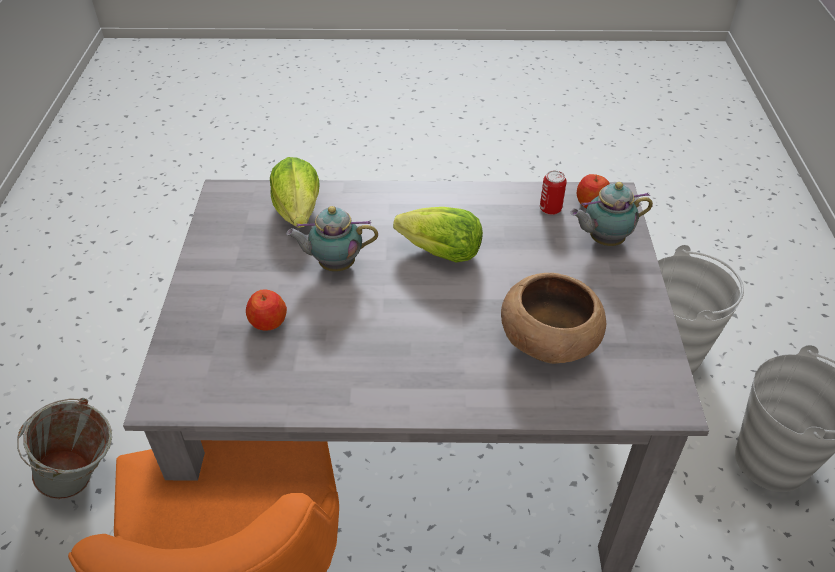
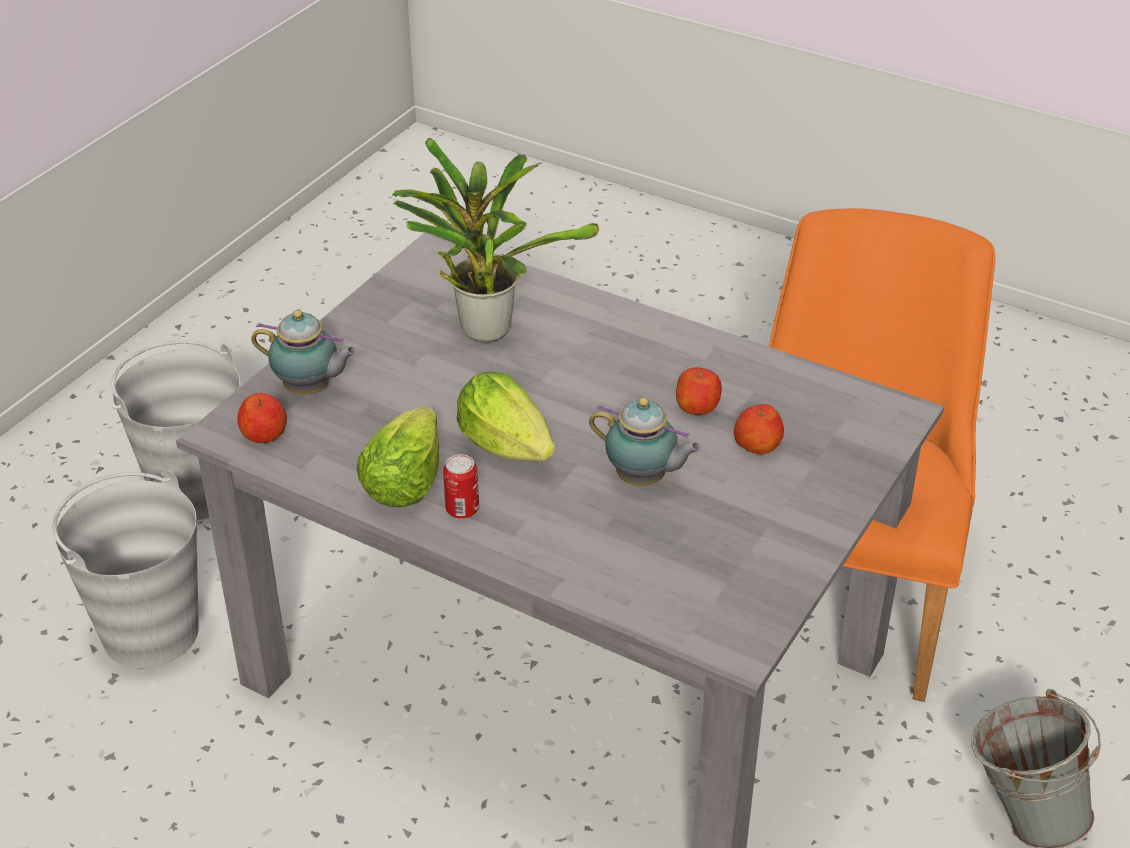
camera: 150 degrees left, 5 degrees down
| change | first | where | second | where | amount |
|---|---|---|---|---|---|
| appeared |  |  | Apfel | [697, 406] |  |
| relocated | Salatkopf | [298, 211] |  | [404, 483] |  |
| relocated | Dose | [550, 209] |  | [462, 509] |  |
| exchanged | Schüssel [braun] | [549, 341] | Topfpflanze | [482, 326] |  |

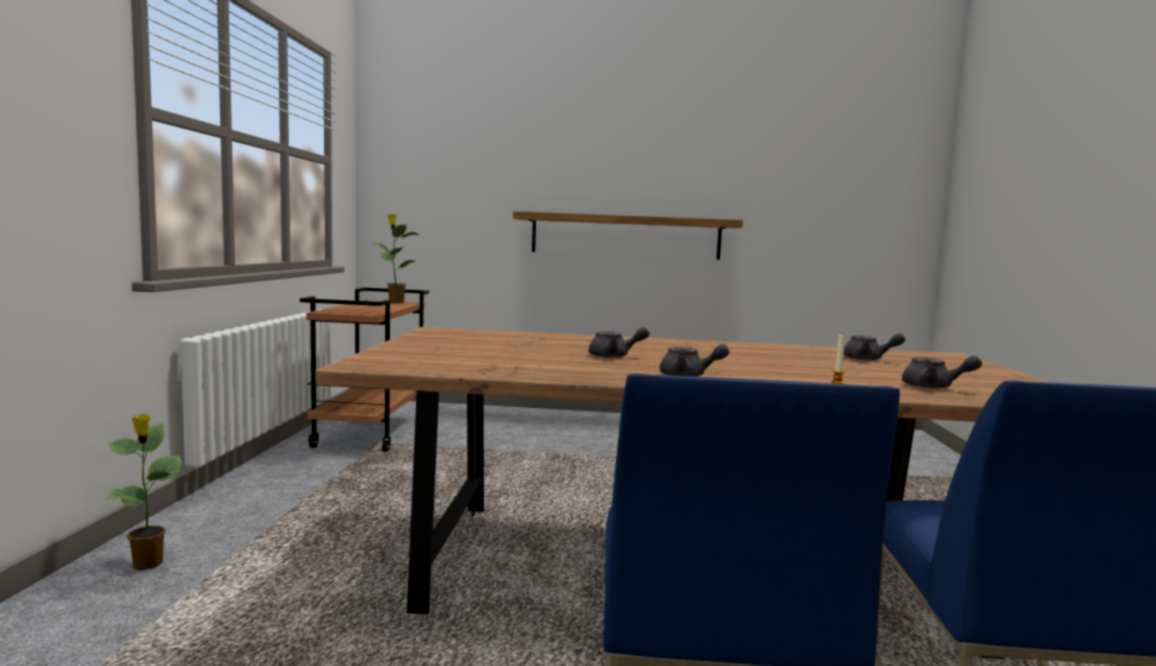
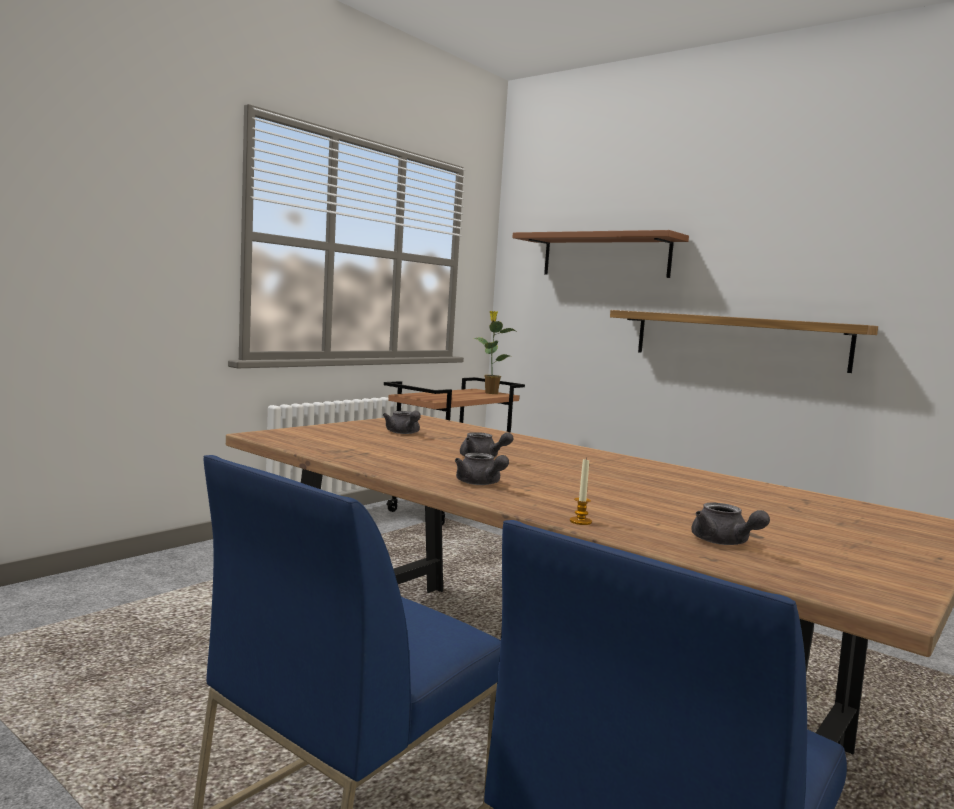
camera: 35 degrees right, 0 degrees up
| change | first | where | second | where | amount |
|---|---|---|---|---|---|
| missing | Topfpflanze | [148, 565] |  |  |  |
| appeared |  |  | Wandregal [braun] | [605, 256] |  |
| relocated | Teekanne [grau] | [868, 359] |  | [404, 433] |  |

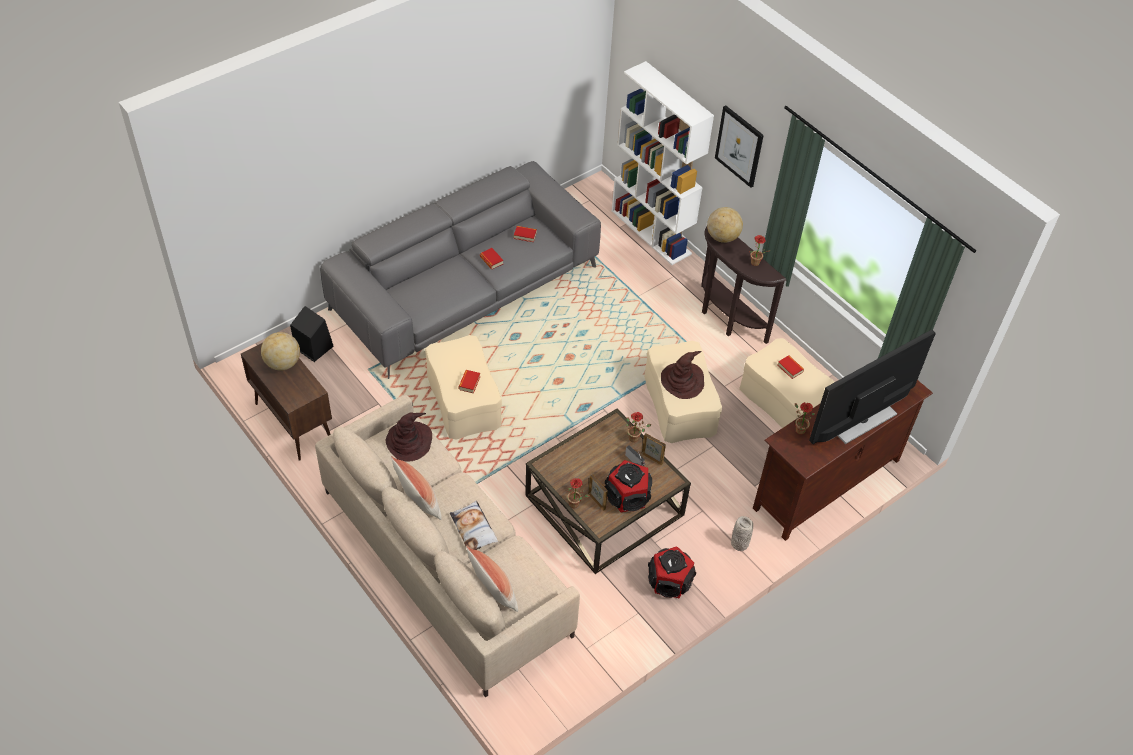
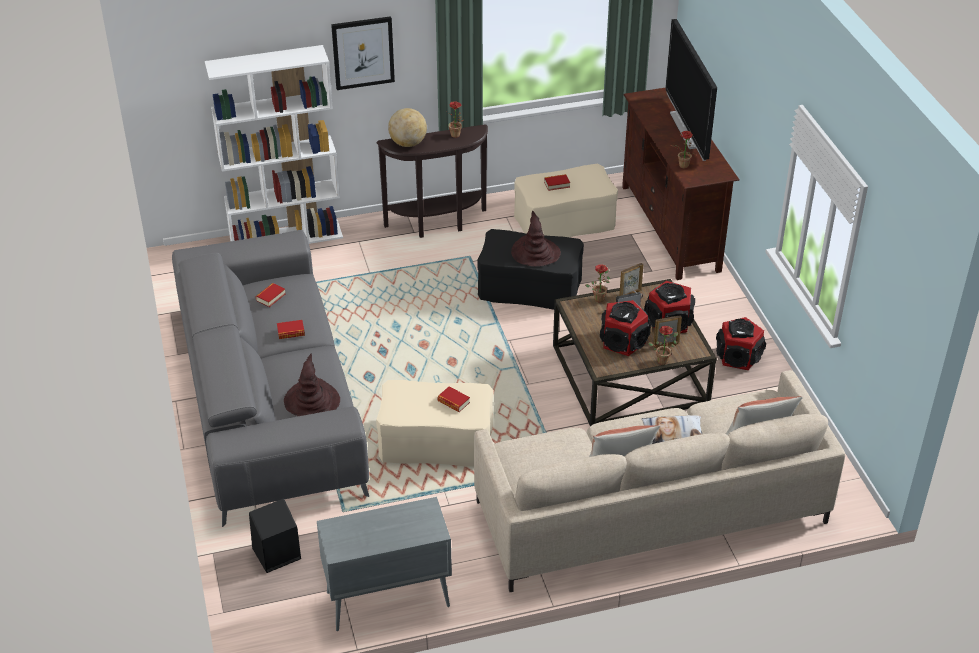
camera: 65 degrees left, 10 degrees down
| change | first | where | second | where | amount |
|---|---|---|---|---|---|
| missing | Globus | [282, 363] |  |  |  |
| missing | Vase [grau] | [739, 544] |  |  |  |
| appeared |  |  | Lautsprecher | [623, 341] |  |
| relocated | Hut [braun] | [409, 441] |  | [312, 400] |  |
| colour | Schrank [braun] | [293, 422] | Schrank [grau] | [386, 600] |  |
| colour | Polsterhocker [beige] | [680, 404] | Polsterhocker [schwarz] | [530, 287] |  |

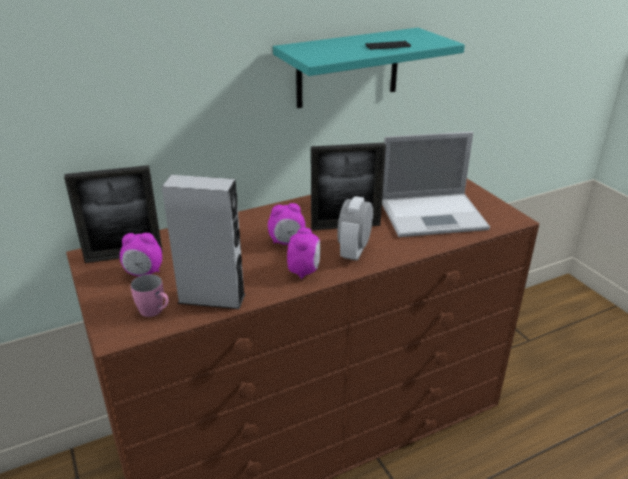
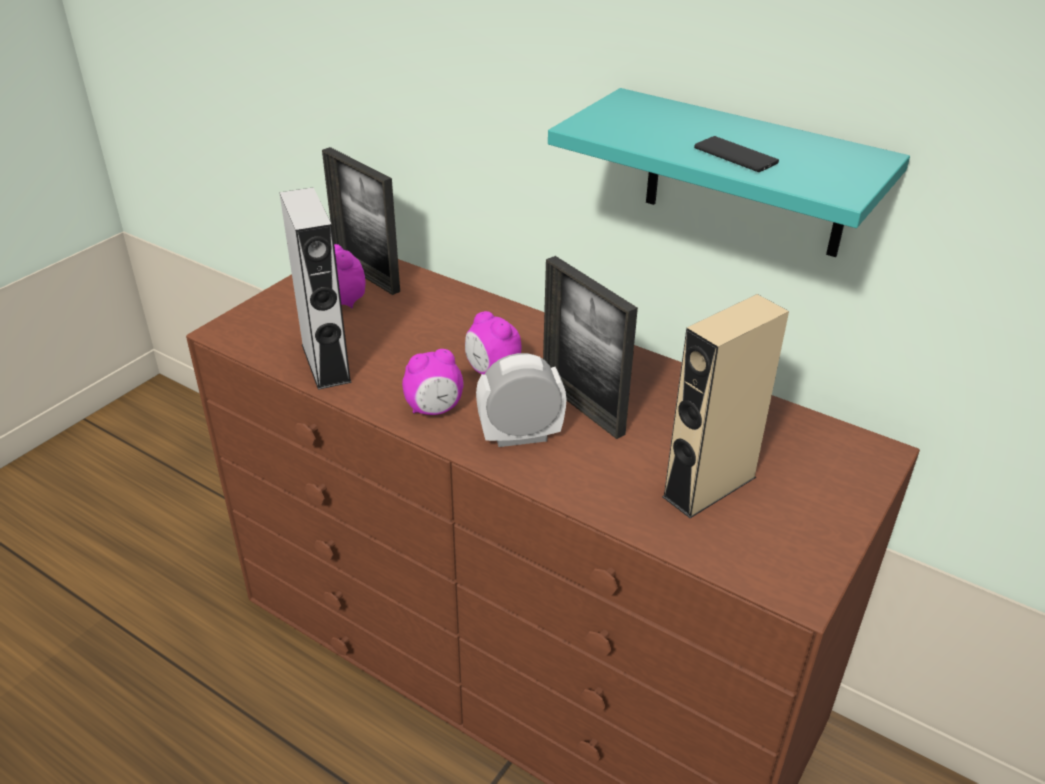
camera: 60 degrees right, 5 degrees up
| change | first | where | second | where | amount |
|---|---|---|---|---|---|
| missing | Henkelbecher [rosa] | [155, 311] |  |  |  |
| exchanged | Laptop | [434, 215] | Lautsprecher [beige] | [709, 487] |  |

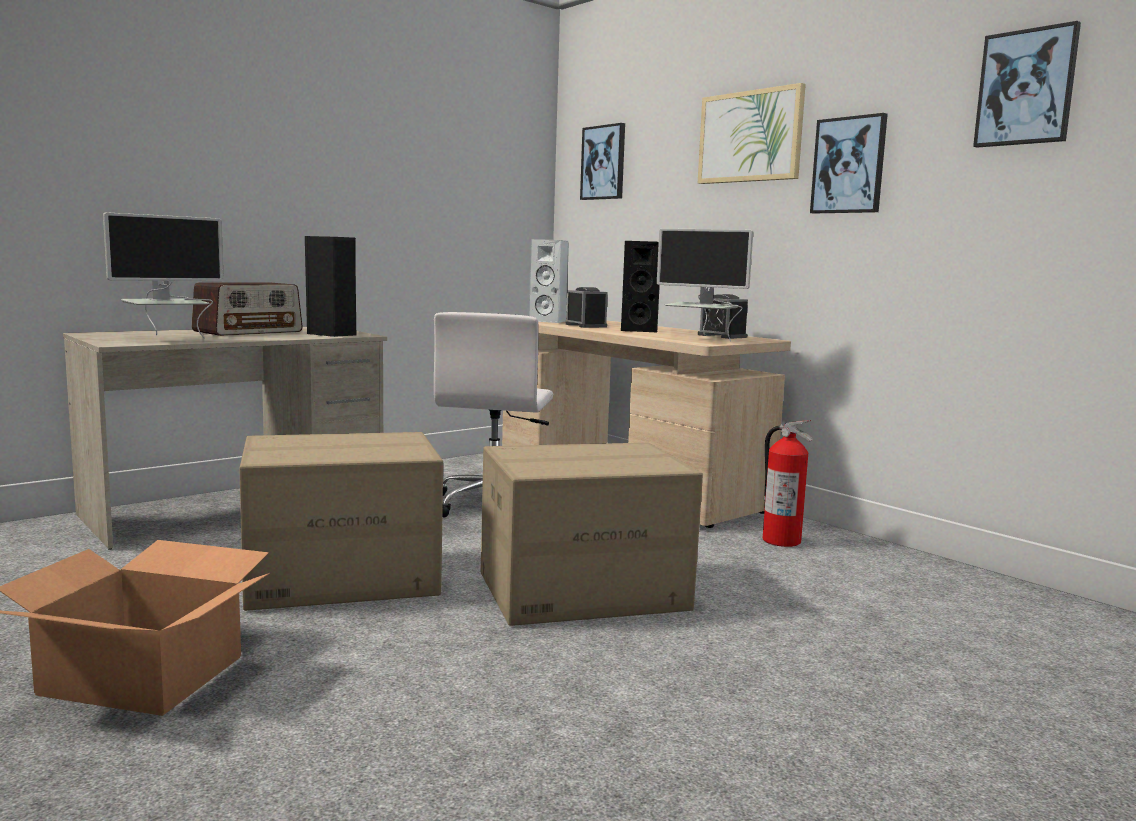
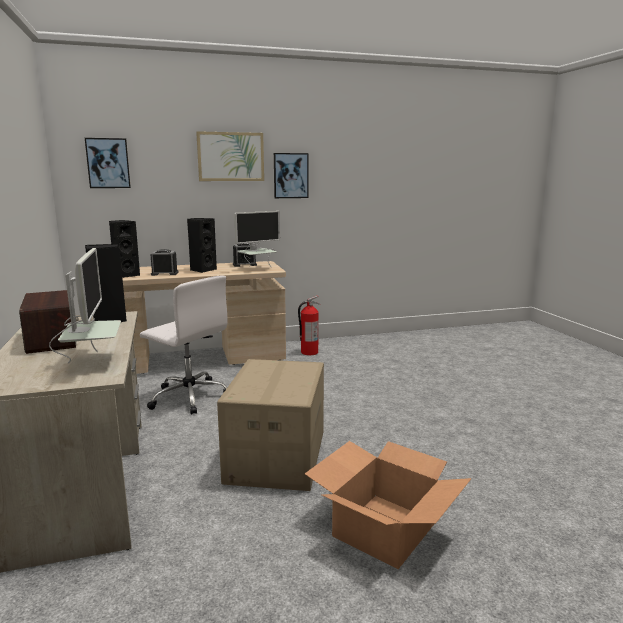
camera: 65 degrees left, 5 degrees up
| change | first | where | second | where | amount |
|---|---|---|---|---|---|
| missing | Karton | [582, 591] |  |  |  |
| missing | Bild | [1026, 88] |  |  |  |
| colour | Lautsprecher [weiß] | [550, 321] | Lautsprecher [schwarz] | [125, 275] |  |

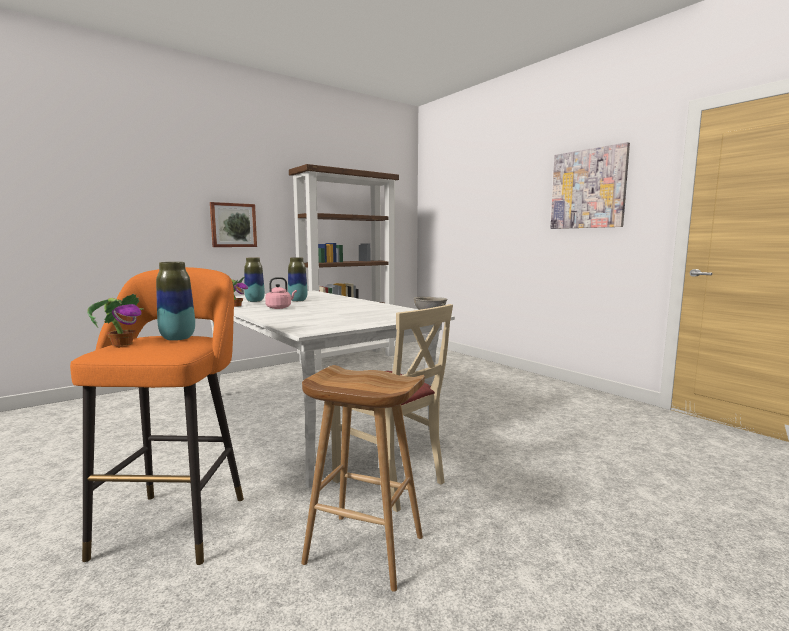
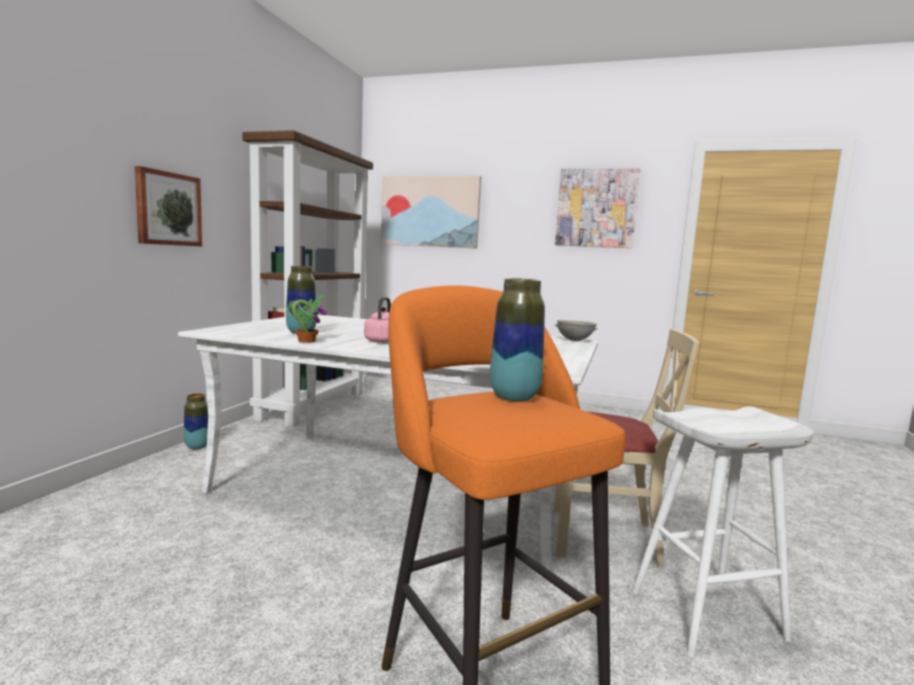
camera: 35 degrees left, 0 degrees up
| change | first | where | second | where | amount |
|---|---|---|---|---|---|
| missing | Topfpflanze | [122, 343] |  |  |  |
| appeared |  |  | Bild | [430, 211] |  |
| relocated | Vase | [298, 301] |  | [197, 447] |  |
| colour | Hocker [braun] | [362, 550] | Hocker [weiß] | [706, 616] |  |

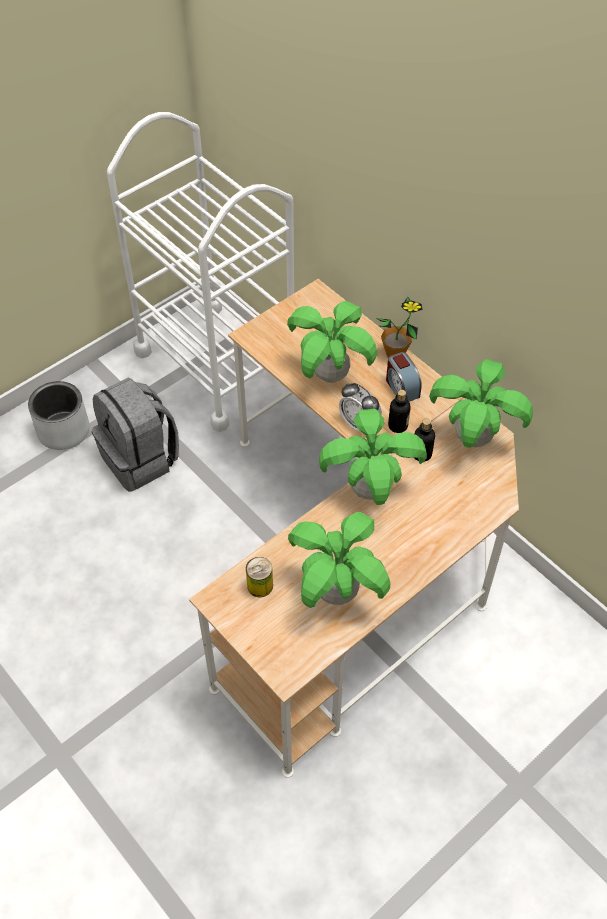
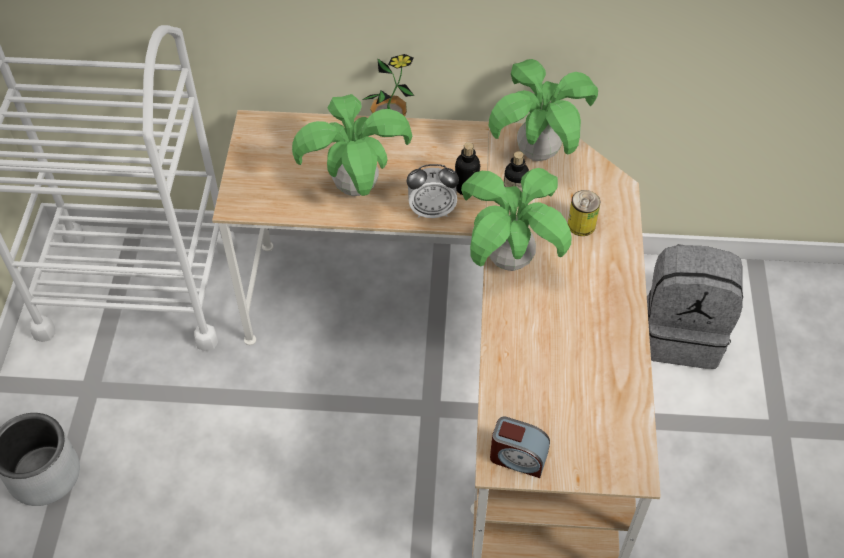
camera: 45 degrees left, 0 degrees up
| change | first | where | second | where | amount |
|---|---|---|---|---|---|
| missing | Topfpflanze | [337, 593] |  |  |  |
| relocated | Rucksack [grau] | [141, 459] |  | [681, 333] |  |
| relocated | Dose | [260, 586] |  | [581, 225] |  |
| relocated | Wecker | [401, 388] |  | [518, 457] |  |

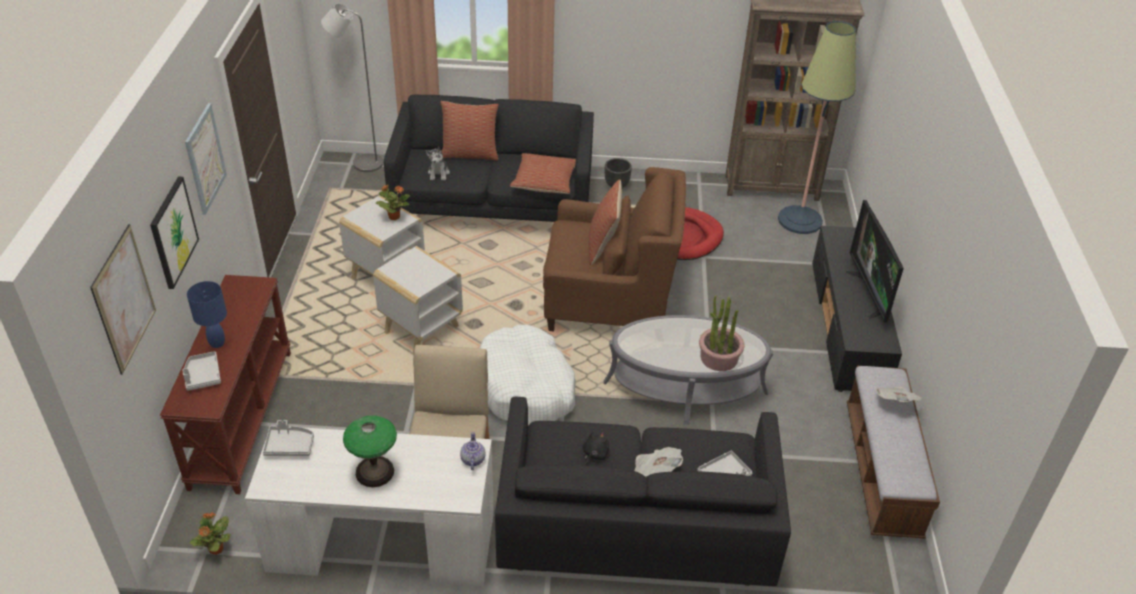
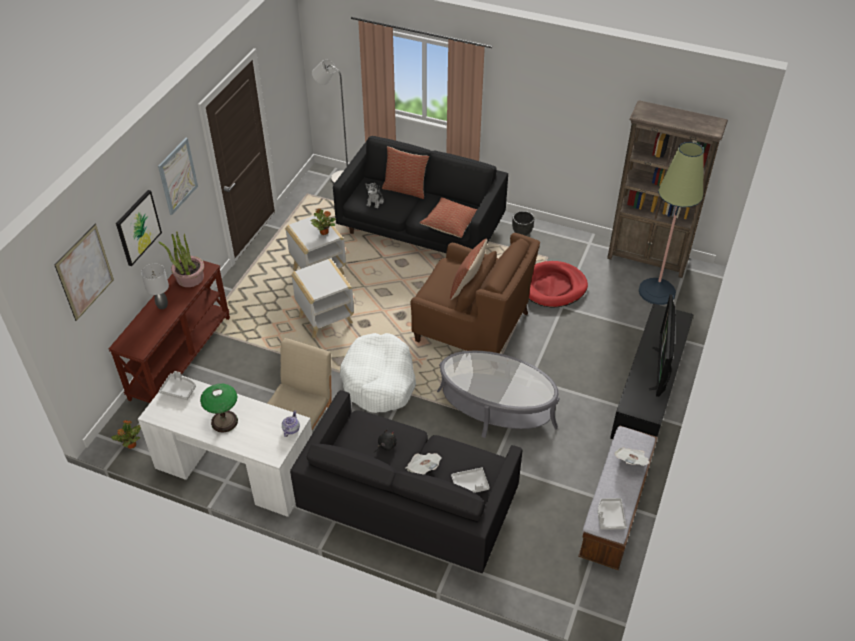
camera: 20 degrees right, 5 degrees up
| change | first | where | second | where | amount |
|---|---|---|---|---|---|
| relocated | Tablett [grau] | [202, 376] |  | [610, 517] |  |
| relocated | Topfpflanze | [719, 358] |  | [189, 278] |  |
| colour | Tischlampe [blau] | [217, 343] | Tischlampe [grau] | [162, 306] |  |

